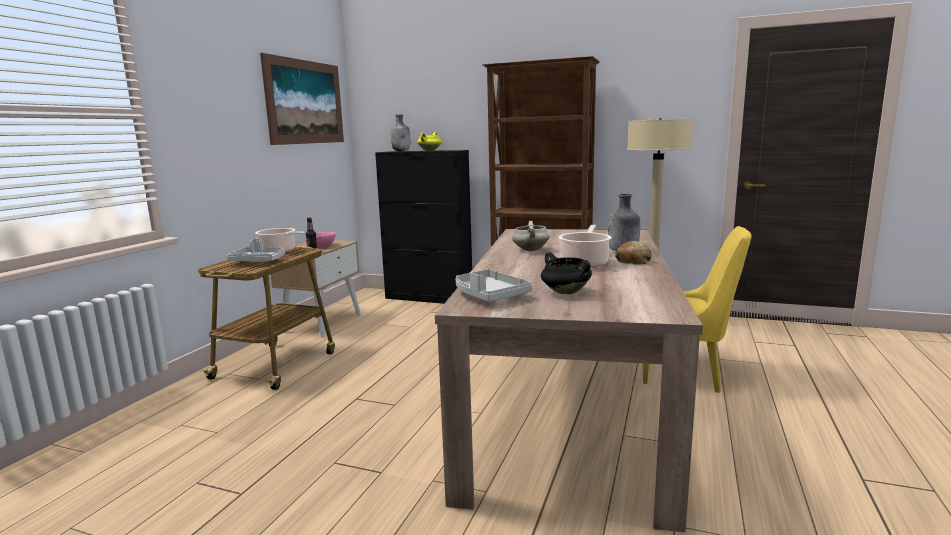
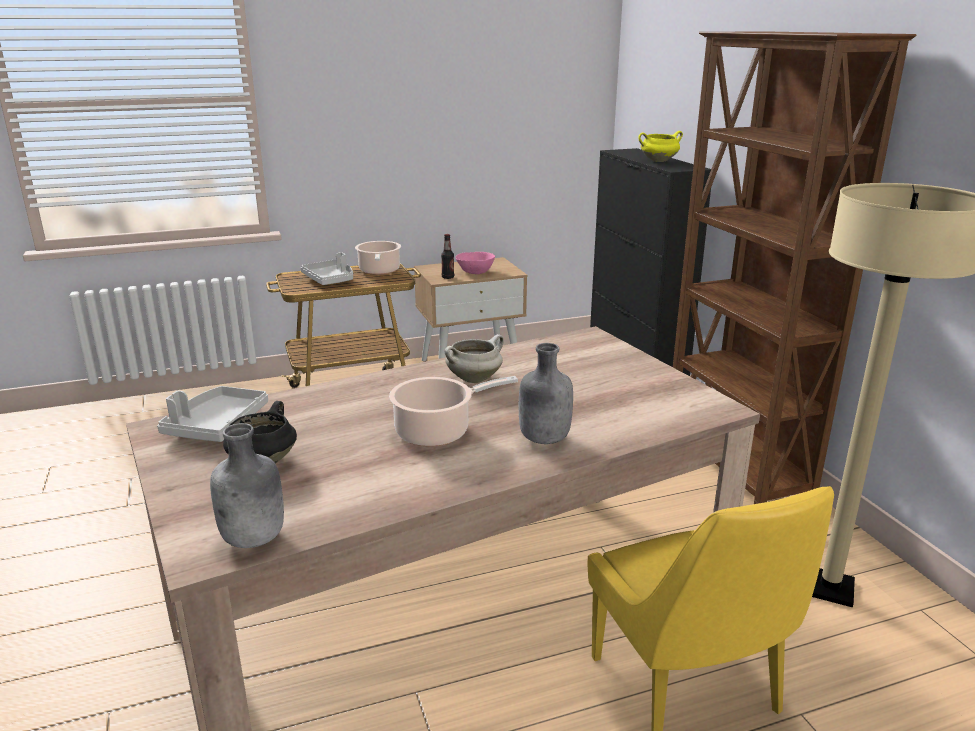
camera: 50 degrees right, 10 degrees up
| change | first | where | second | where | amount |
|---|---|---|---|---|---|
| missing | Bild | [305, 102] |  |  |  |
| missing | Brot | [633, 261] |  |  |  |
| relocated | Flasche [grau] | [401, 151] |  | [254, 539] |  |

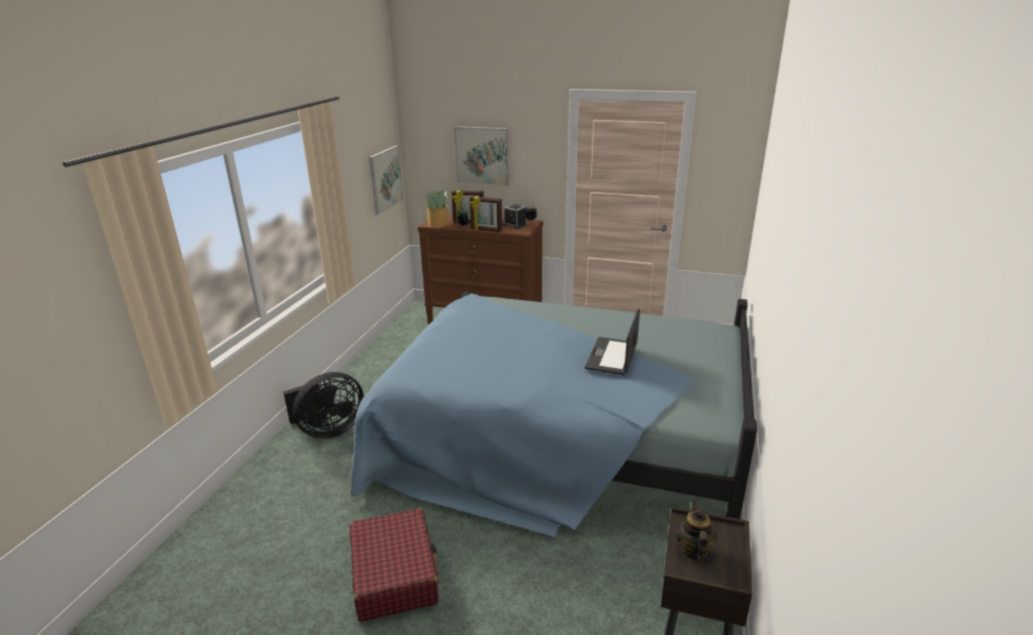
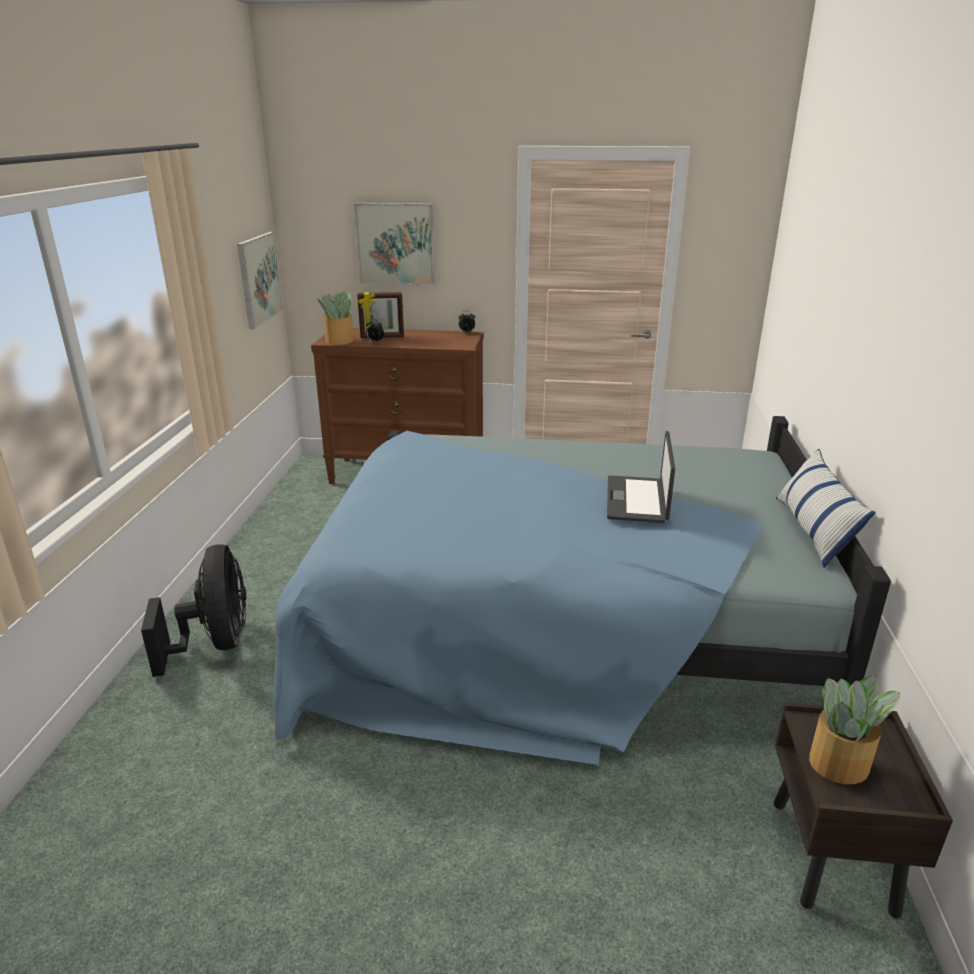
camera: 10 degrees left, 0 degrees up
| change | first | where | second | where | amount |
|---|---|---|---|---|---|
| missing | Koffer [rot] | [394, 574] |  |  |  |
| missing | Bilderrahmen | [486, 230] |  |  |  |
| missing | Wecker | [514, 225] |  |  |  |
| appeared |  |  | Kissen | [813, 530] |  |
| exchanged | Teekanne | [693, 550] | Topfpflanze | [840, 764] |  |
| spun | Ventilator [schwarz] | [328, 430] |  | [216, 643] | 60 degrees counterclockwise |

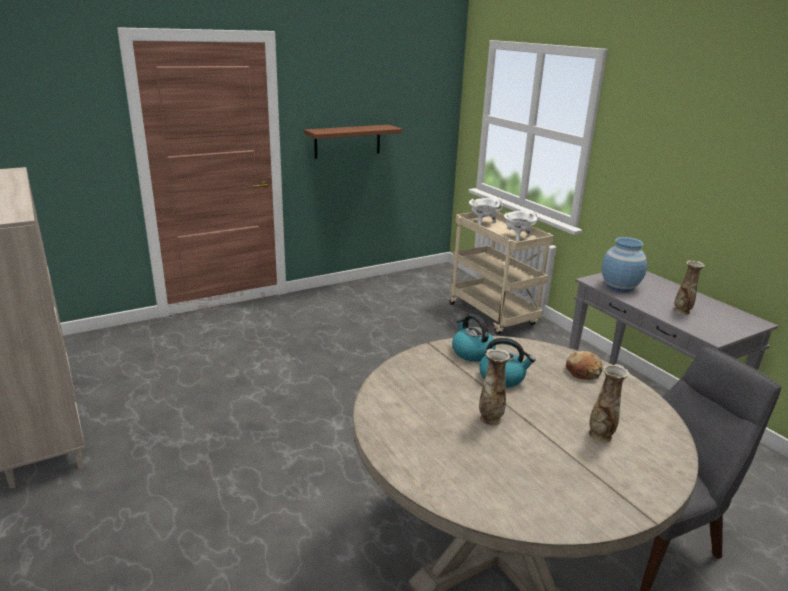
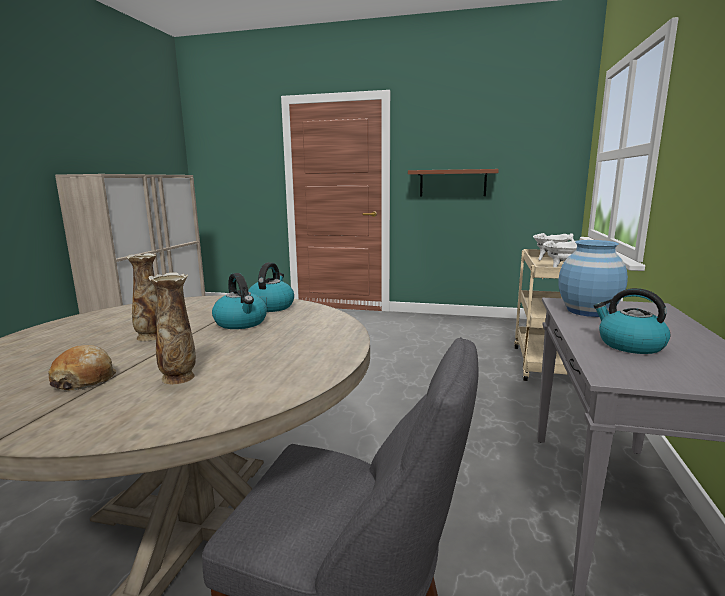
camera: 45 degrees right, 10 degrees down
| change | first | where | second | where | amount |
|---|---|---|---|---|---|
| relocated | Brot | [583, 372] |  | [84, 379] |  |
| exchanged | Vase | [682, 311] | Wasserkessel | [629, 345] |  |

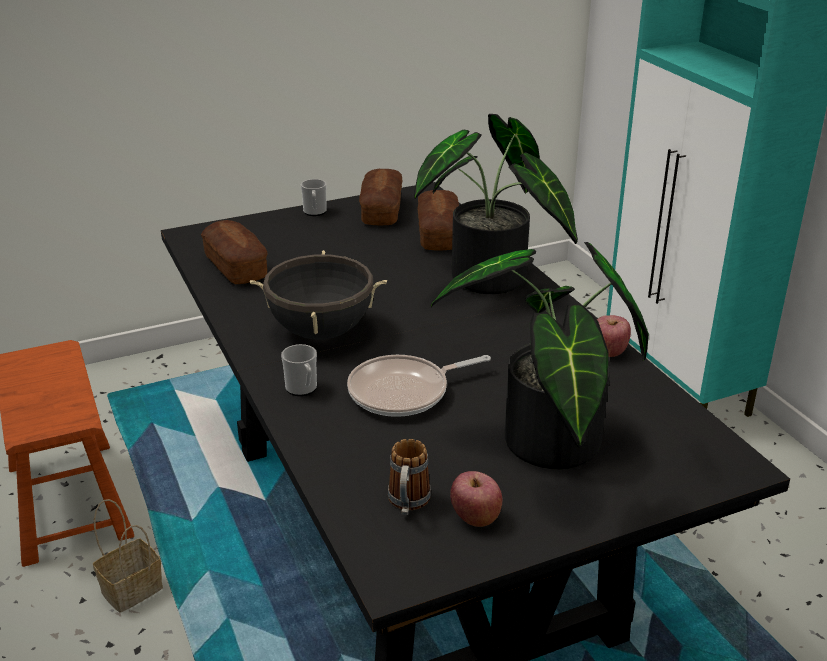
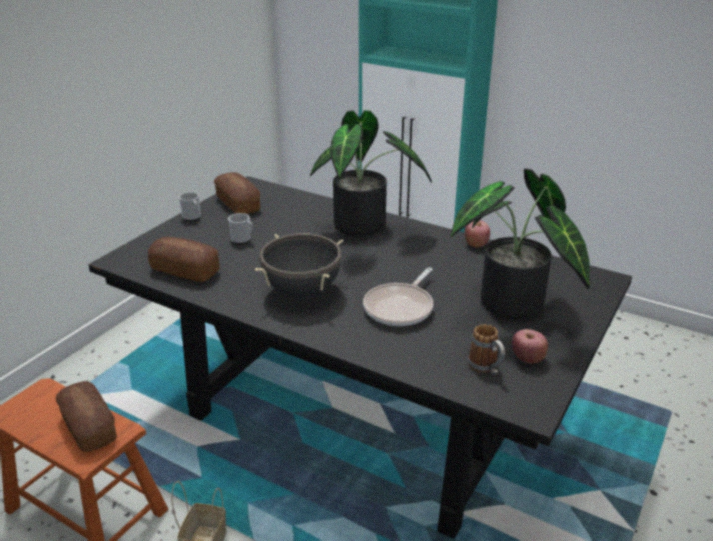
camera: 35 degrees left, 0 degrees up
| change | first | where | second | where | amount |
|---|---|---|---|---|---|
| relocated | Henkelbecher | [302, 389] |  | [242, 240] |  |
| relocated | Brot | [438, 234] |  | [89, 427] |  |

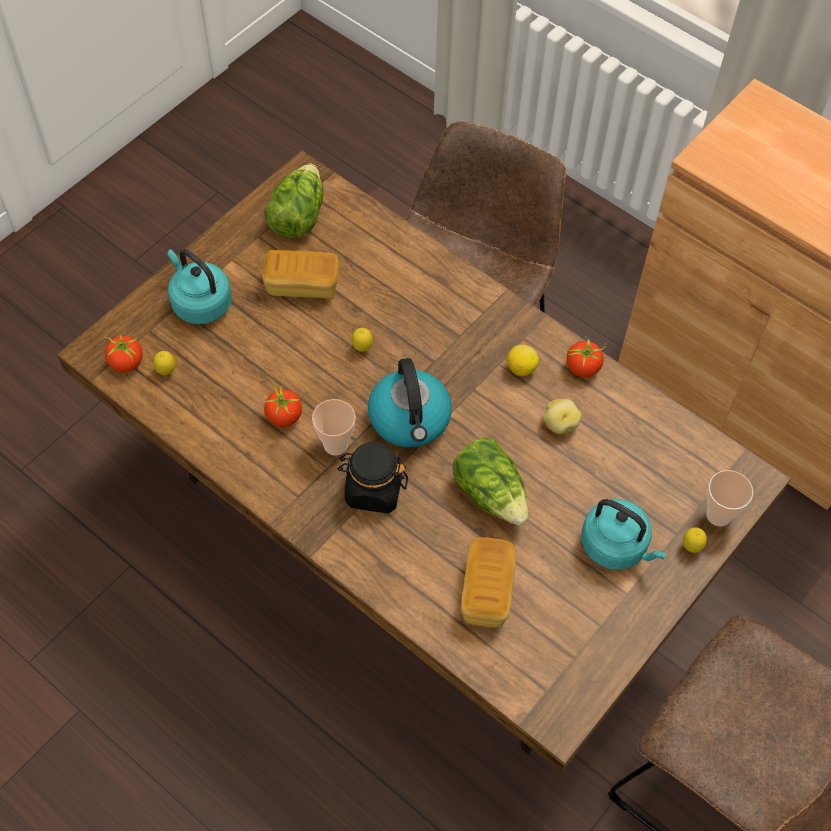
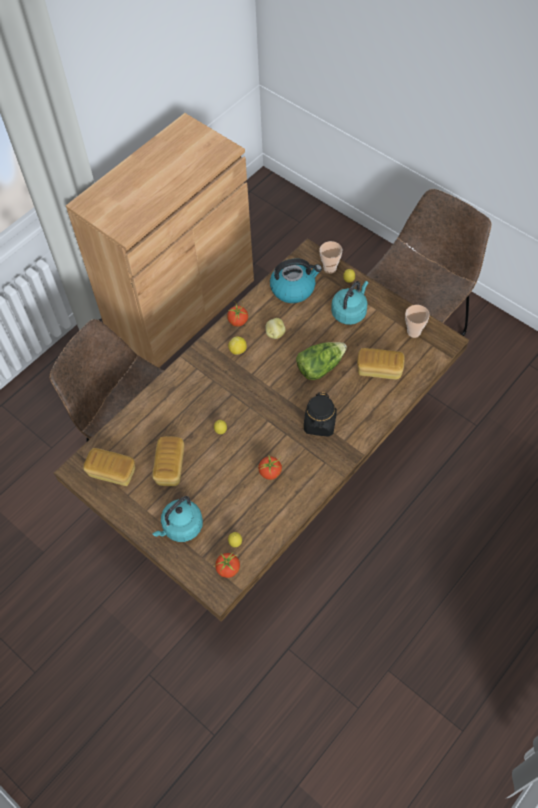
camera: 85 degrees left, 0 degrees up
| change | first | where | second | where | amount |
|---|---|---|---|---|---|
| relocated | Tasse | [335, 445] |  | [414, 332] |  |
| relocated | Wasserkessel | [410, 419] |  | [293, 288] |  |
| exchanged | Salatkopf | [297, 215] | Brot | [112, 472] |  |

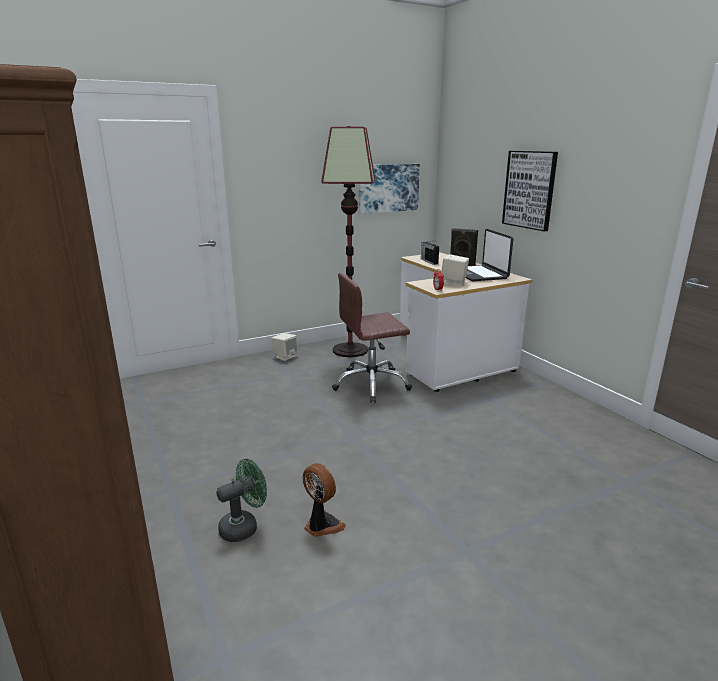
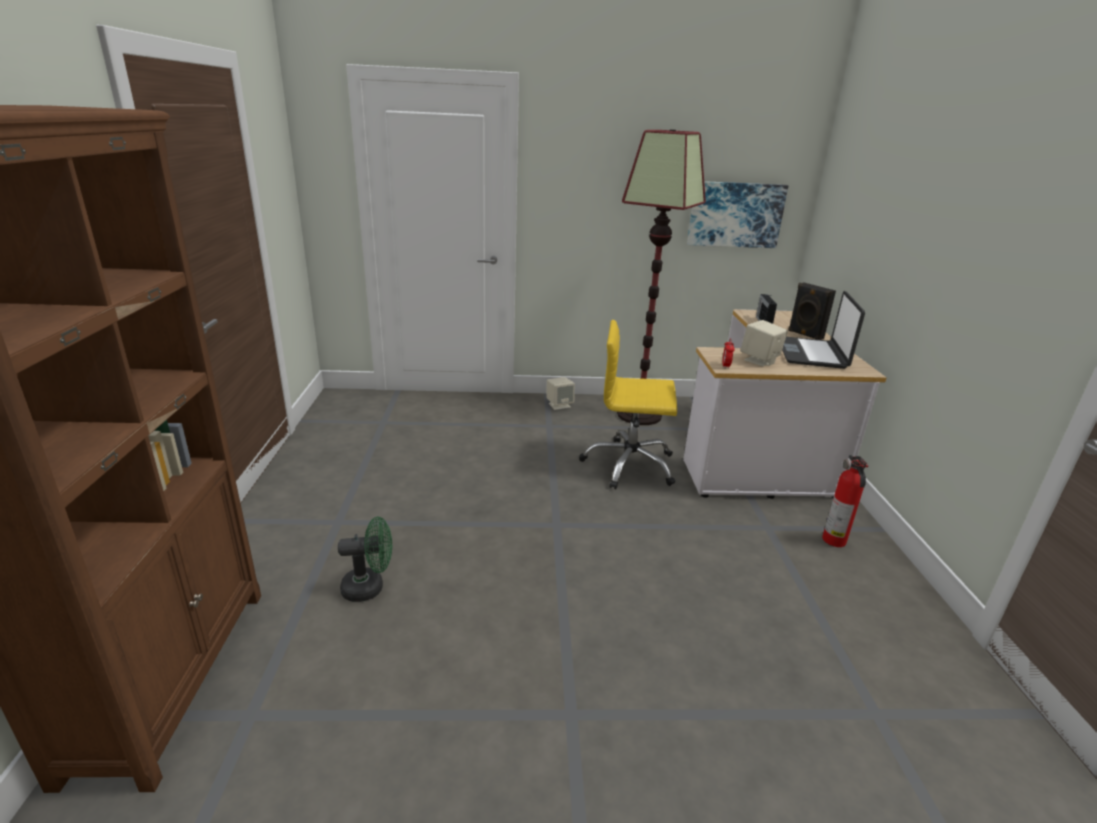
camera: 25 degrees right, 5 degrees up
| change | first | where | second | where | amount |
|---|---|---|---|---|---|
| missing | Ventilator | [321, 525] |  |  |  |
| missing | Bild | [529, 190] |  |  |  |
| appeared |  |  | Feuerlöscher | [834, 541] |  |
| colour | Bürostuhl [braun] | [371, 384] | Bürostuhl [gelb] | [629, 465] |  |

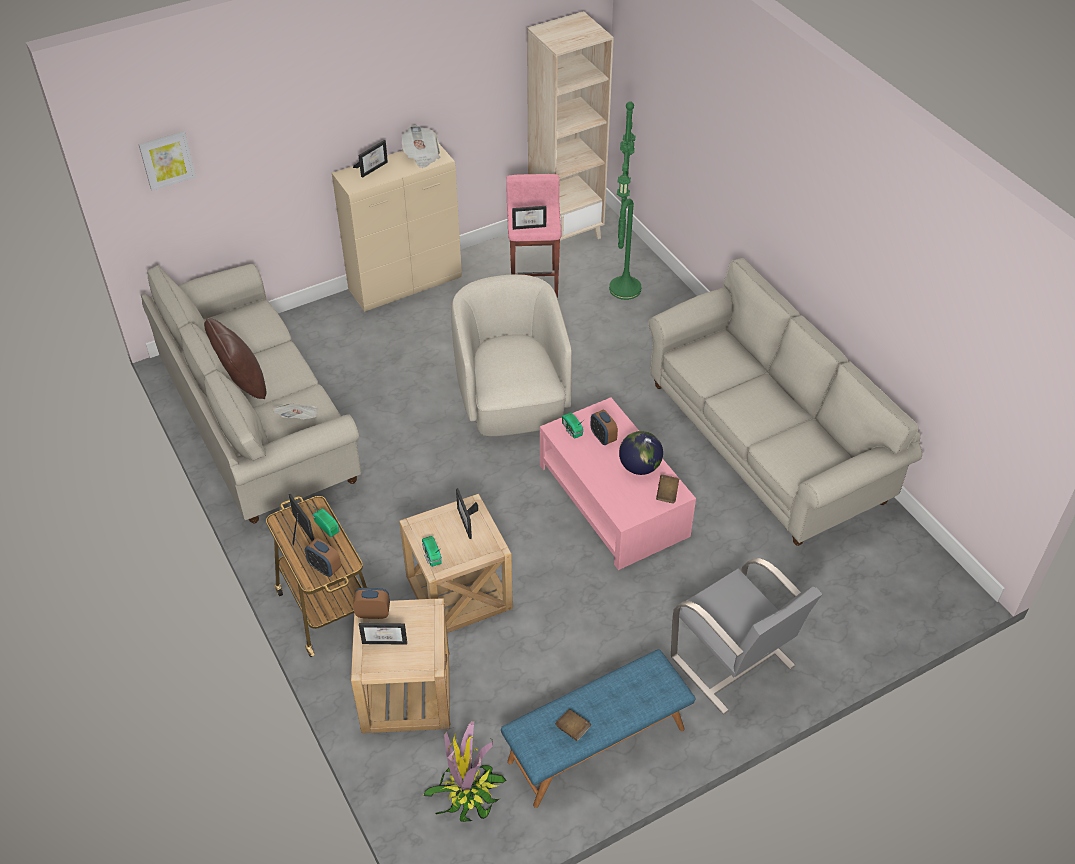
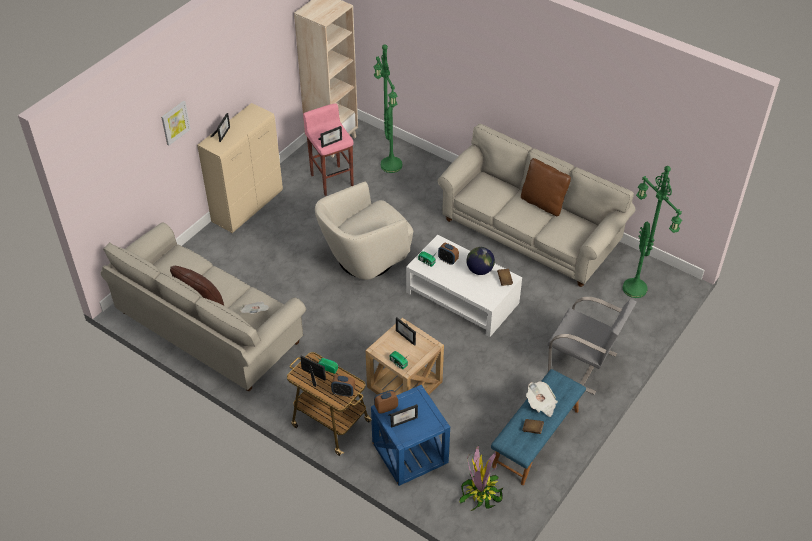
camera: 25 degrees left, 0 degrees up
| change | first | where | second | where | amount |
|---|---|---|---|---|---|
| appeared |  |  | Kissen [braun] | [543, 203] |  |
| appeared |  |  | Stehlampe [grün] | [636, 289] |  |
| relocated | Bild | [167, 160] |  | [175, 122] |  |
| relocated | Zeitung | [421, 156] |  | [541, 404] |  |
| colour | Beistelltisch [beige] | [406, 692] | Beistelltisch [blau] | [410, 452] |  |
| colour | Couchtisch [rosa] | [613, 500] | Couchtisch [weiß] | [462, 297] |  |
| spun | Sessel [beige] | [512, 400] |  | [364, 258] | 90 degrees counterclockwise |

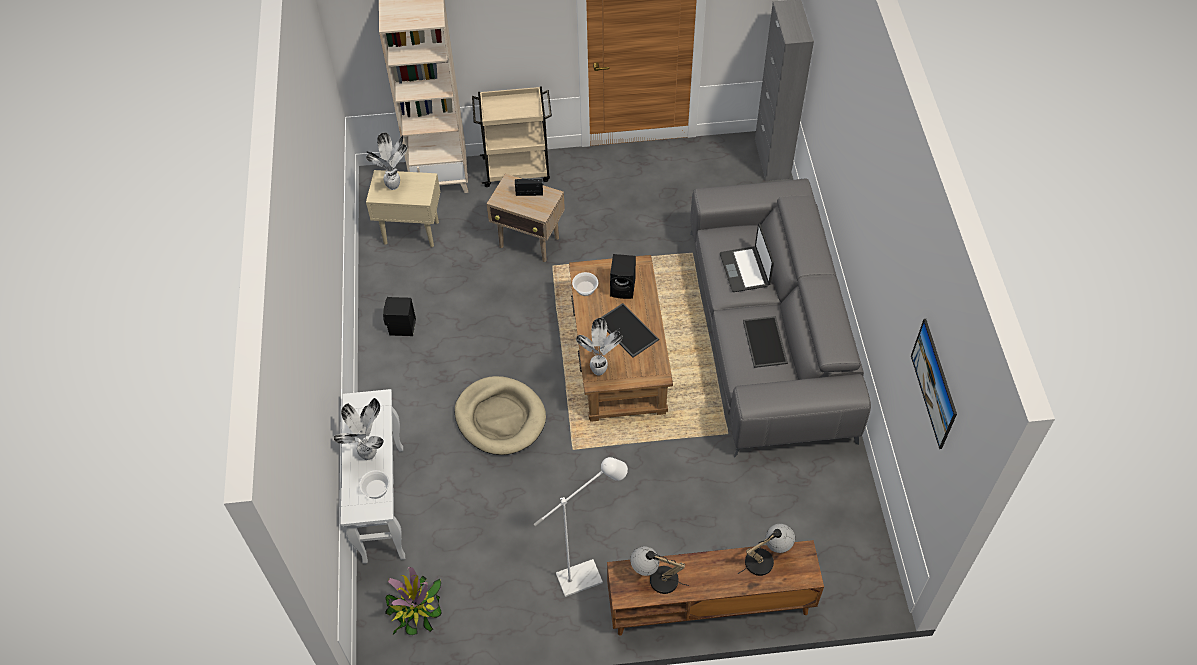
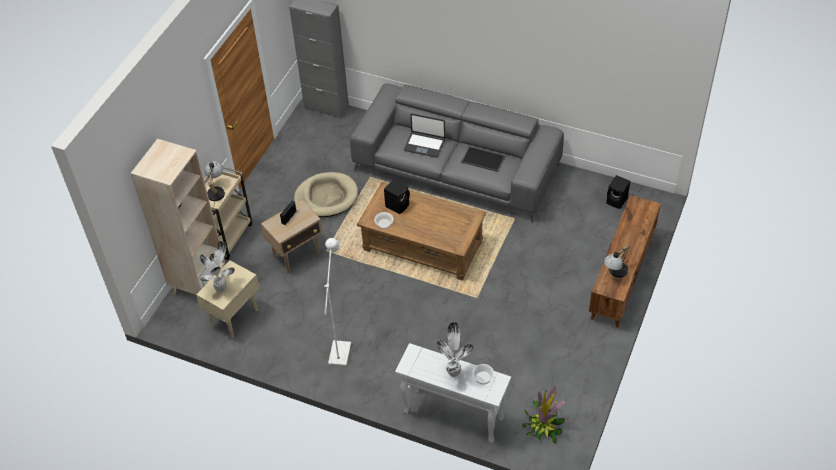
camera: 60 degrees left, 5 degrees down
| change | first | where | second | where | amount |
|---|---|---|---|---|---|
| missing | Topfpflanze | [600, 371] |  |  |  |
| missing | Tablett | [626, 330] |  |  |  |
| missing | Bild | [930, 392] |  |  |  |
| relocated | Lautsprecher [schwarz] | [402, 328] |  | [617, 201] |  |
| relocated | Hundebett [beige] | [500, 418] |  | [326, 197] |  |
| relocated | Stehlampe [weiß] | [587, 575] |  | [340, 348] |  |
| relocated | Tischlampe | [766, 558] |  | [216, 190] |  |

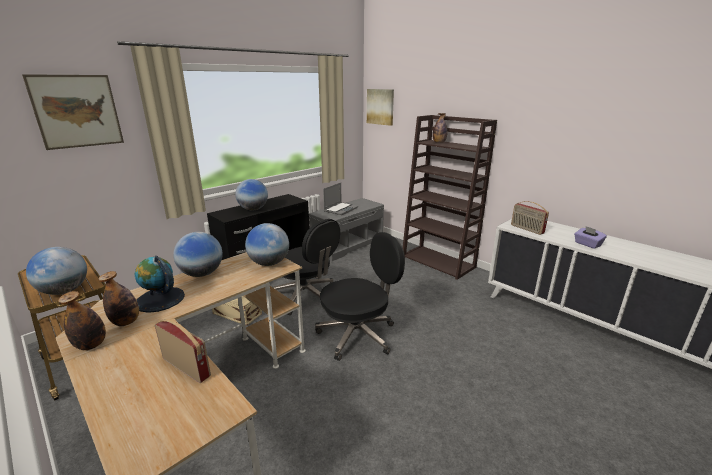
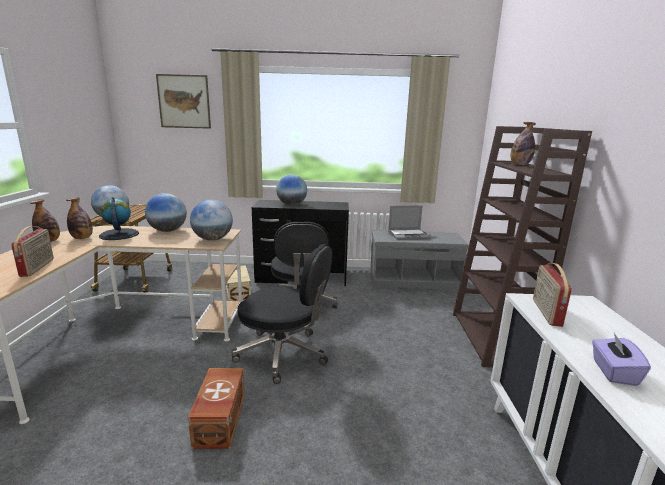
camera: 45 degrees right, 5 degrees down
| change | first | where | second | where | amount |
|---|---|---|---|---|---|
| missing | Bild | [380, 106] |  |  |  |
| appeared |  |  | Aufbewahrungsbox [braun] | [218, 420] |  |

